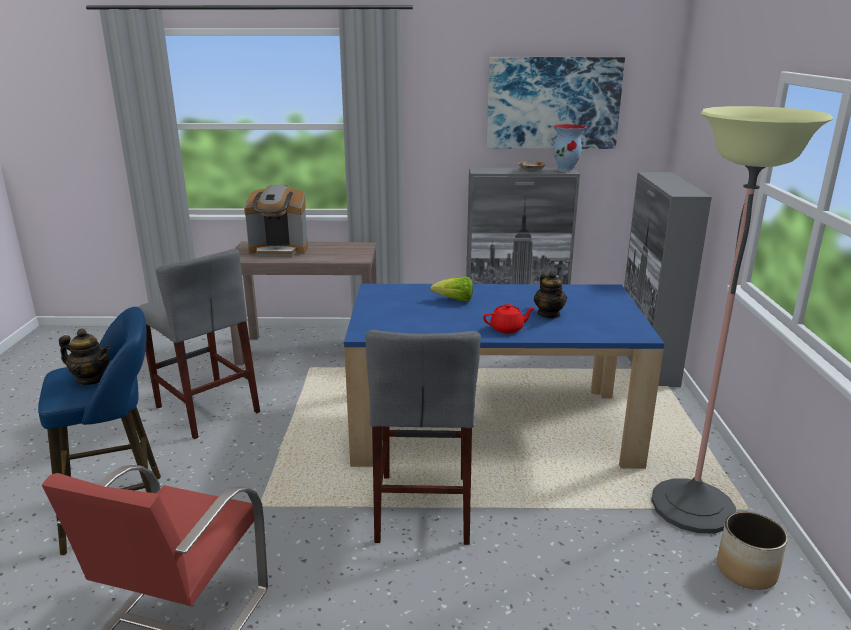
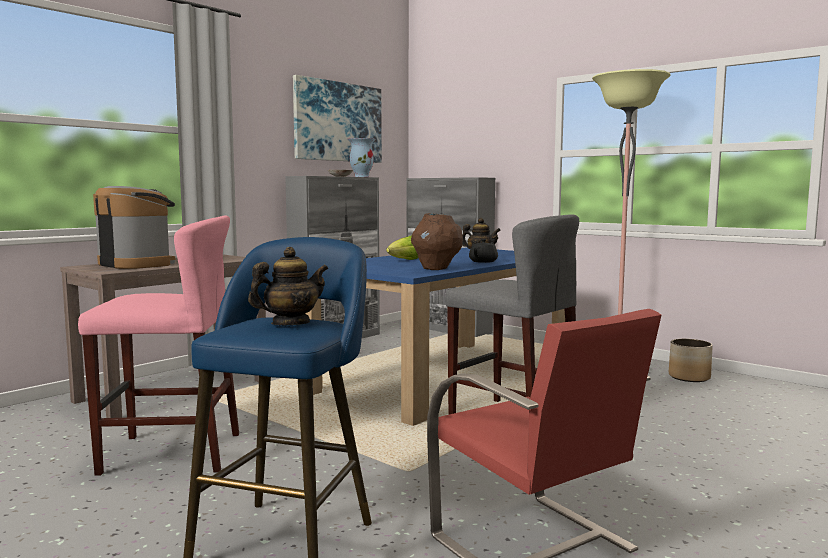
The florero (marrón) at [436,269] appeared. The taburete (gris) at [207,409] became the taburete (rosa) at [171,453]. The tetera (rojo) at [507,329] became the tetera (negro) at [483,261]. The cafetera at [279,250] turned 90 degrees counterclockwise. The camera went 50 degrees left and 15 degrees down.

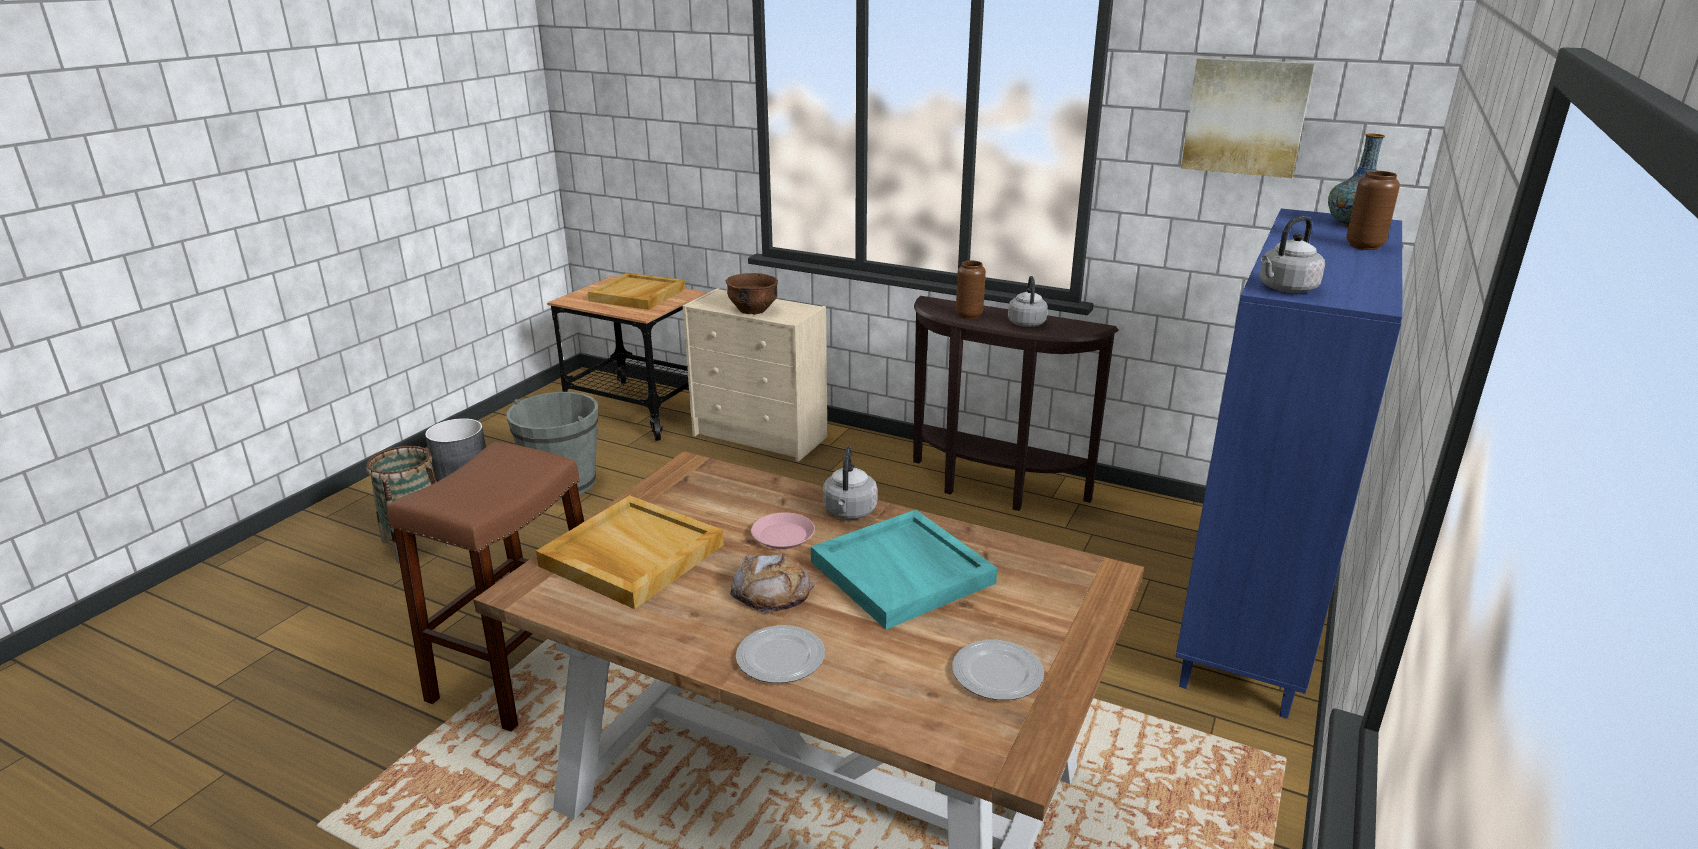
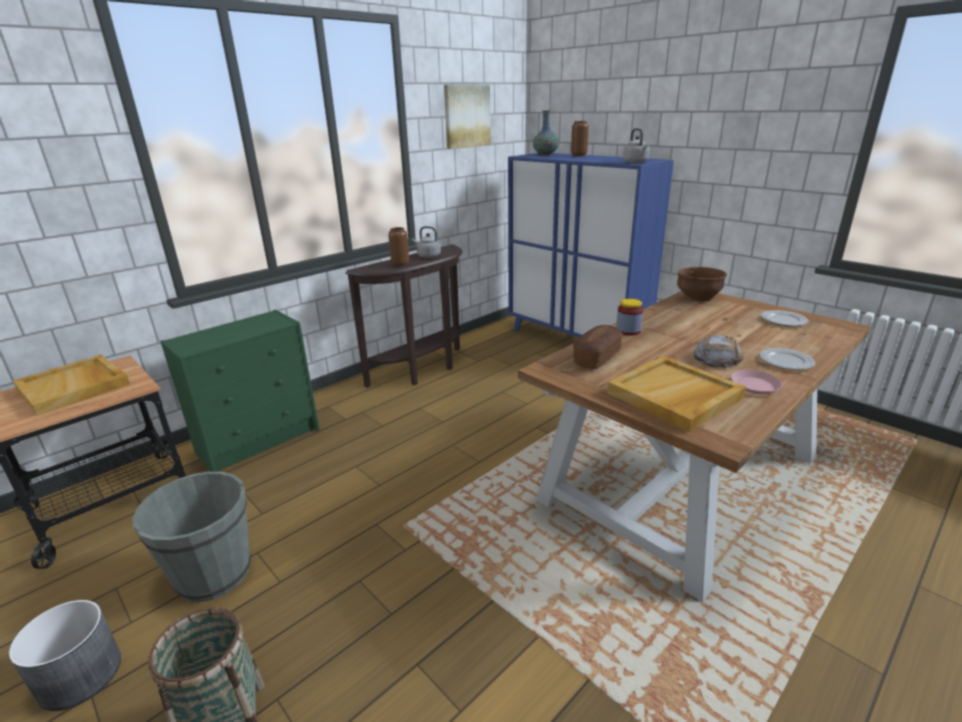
The taburete (marrón) at [519,670] disappeared. The bandeja (turquesa) at [903,572] disappeared. The pan at [597,357] appeared. The cuenco (marrón) moved from [752,310] to [698,298]. The plato (rosa) moved from [783,536] to [754,385]. The hervidor (gris) at [849,512] was replaced by the tarro at [628,331]. The cómoda (beis) at [761,437] became the cómoda (verde) at [260,440]. The camera went 70 degrees left and 0 degrees up.

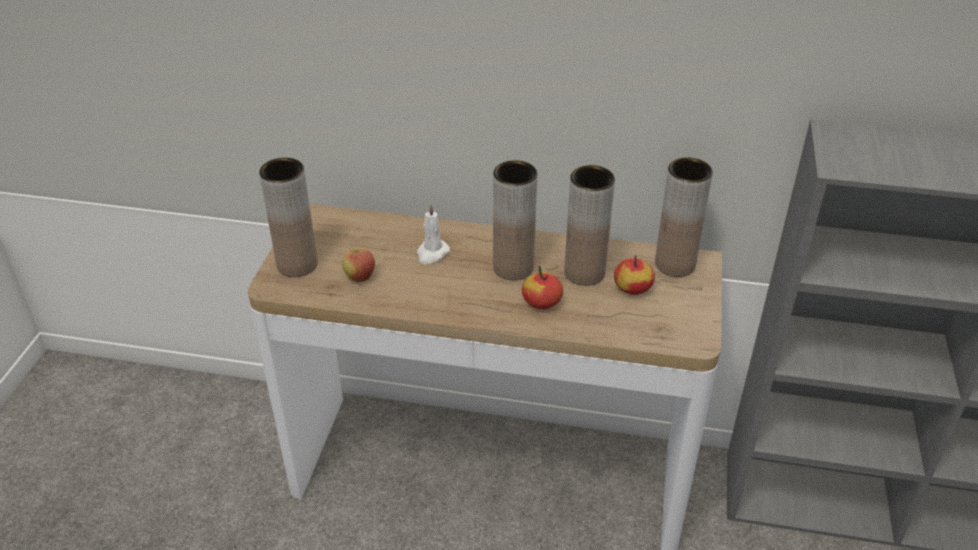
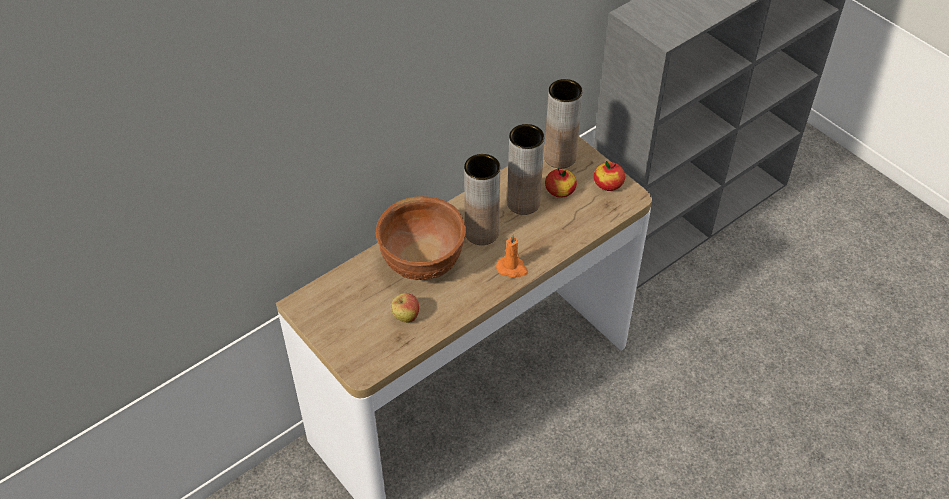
The florero (marrón) at [297,264] disappeared. The vela (naranja) at [512,268] appeared. The manzana moved from [541,302] to [608,184]. The vela (blanco) at [432,253] was replaced by the cuenco (marrón) at [422,264]. The camera went 50 degrees left and 10 degrees up.

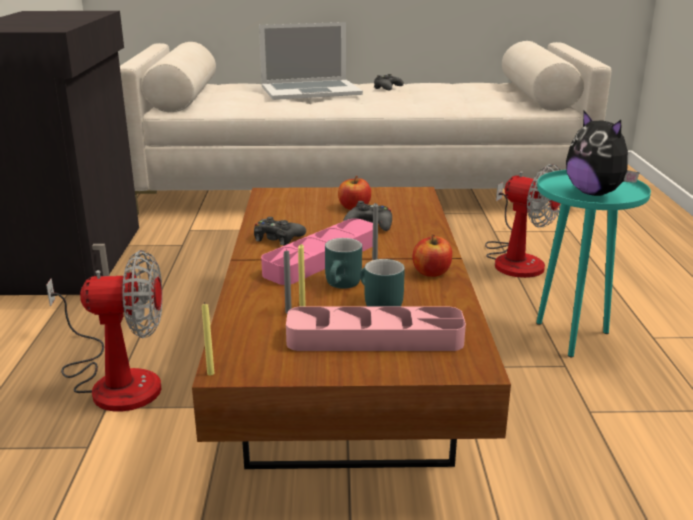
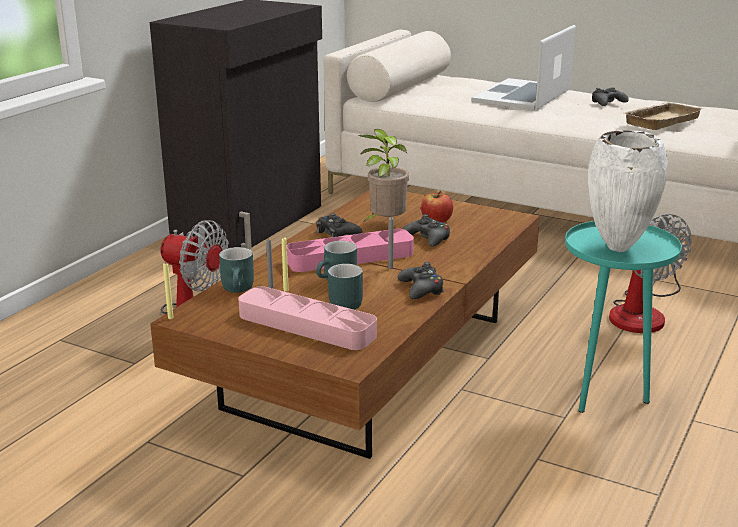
The taza grande (turquesa) at [240,289] appeared. The planta en maceta at [385,224] appeared. The bandeja (beis) at [660,120] appeared. The manzana at [431,272] was replaced by the mando de consola (negro) at [421,289]. The peluche at [595,193] was replaced by the florero (blanco) at [619,249]. The portátil at [310,90] turned 105 degrees clockwise. The camera went 30 degrees right and 0 degrees up.

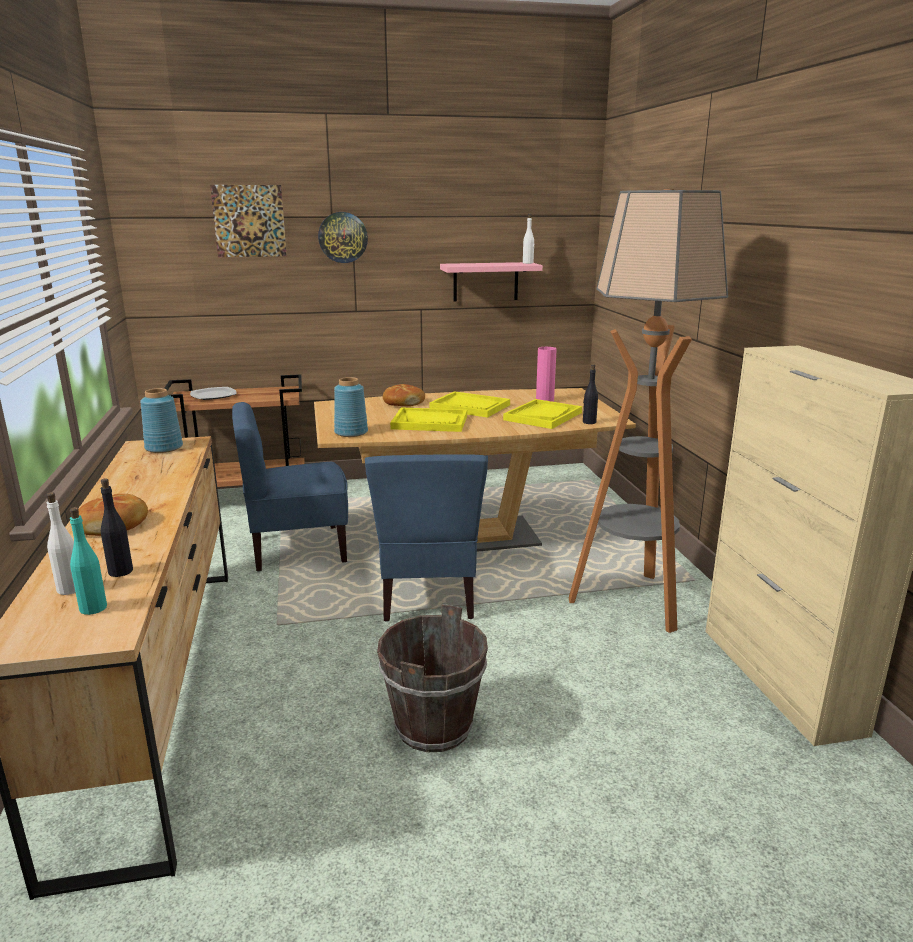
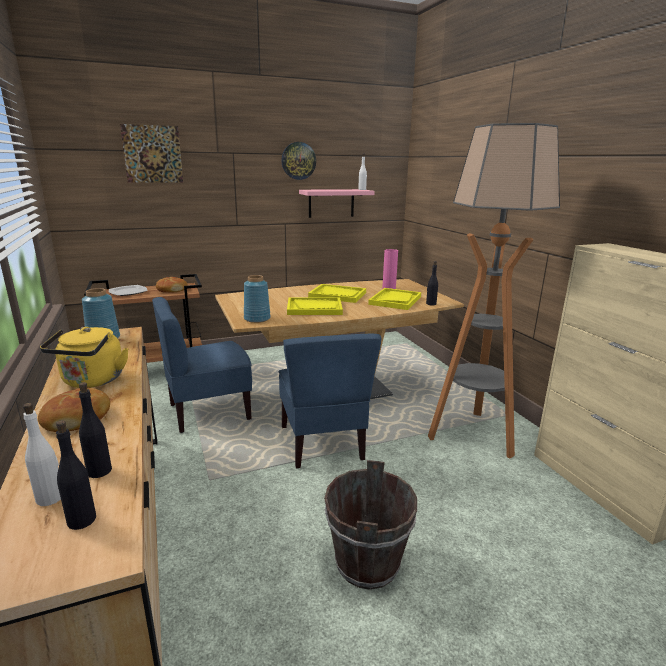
The hervidor (amarillo) at [92,381] appeared. The reloj de pared moved from [343,237] to [298,161]. The pan moved from [403,402] to [171,290]. The botella (turquesa) at [93,608] became the botella (negro) at [82,520]. The camera went 10 degrees left and 0 degrees up.

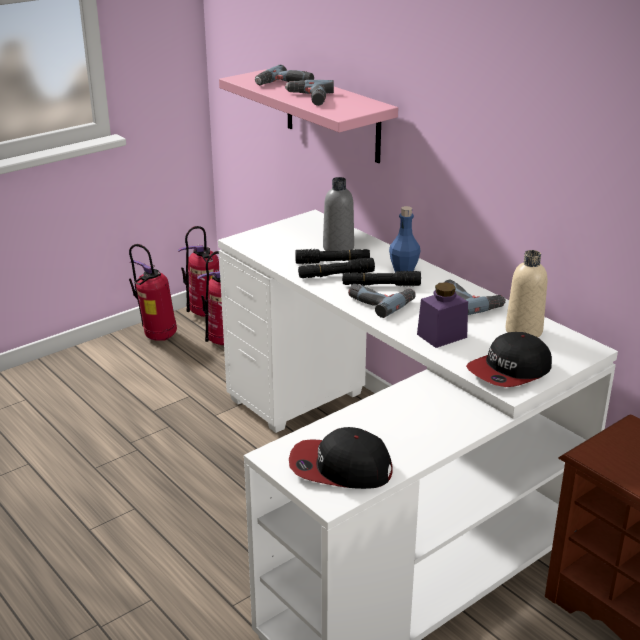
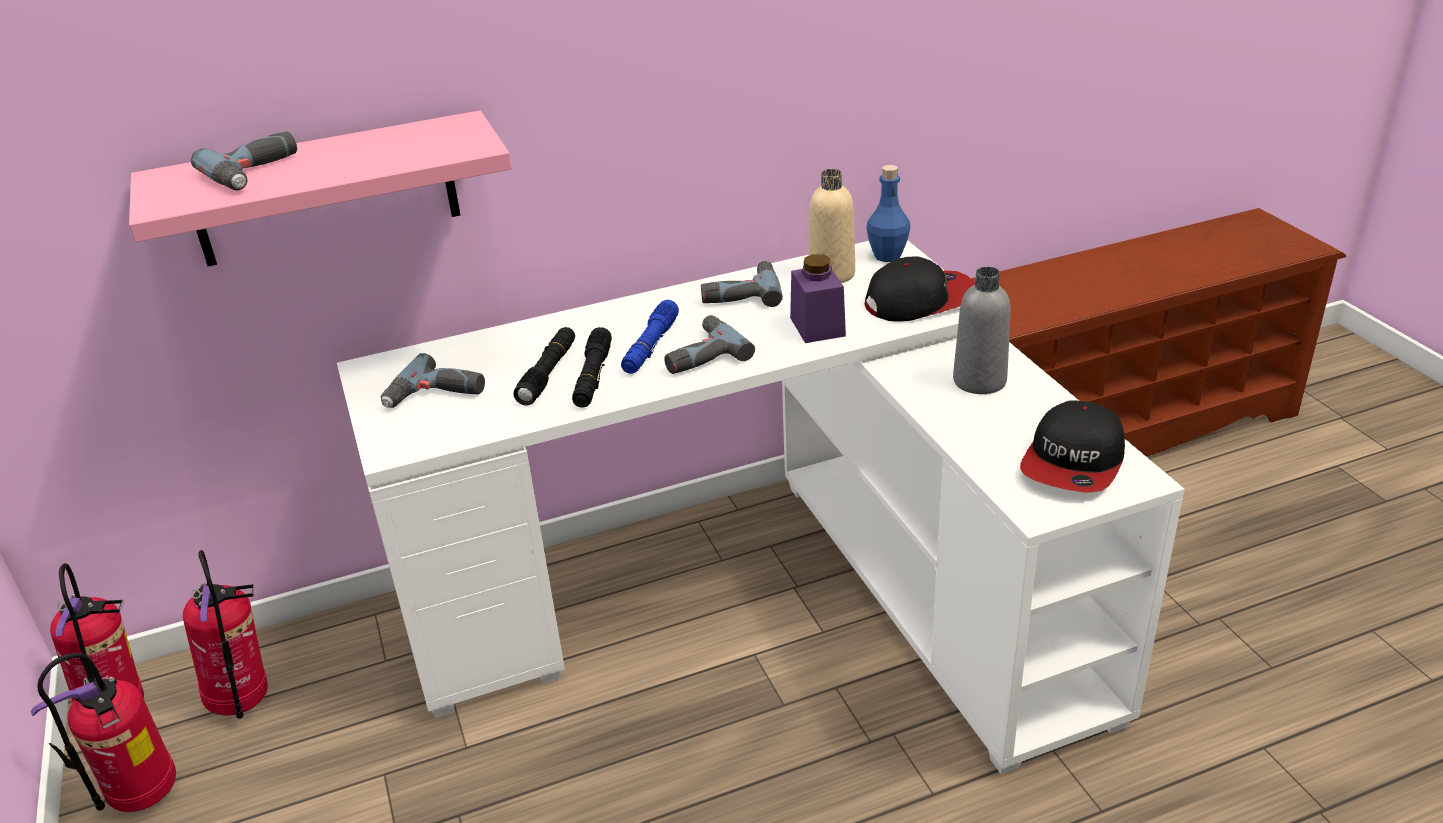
The taladro moved from [308,98] to [435,396]. The botella (gris) moved from [338,248] to [979,381]. The botella (azul) moved from [403,271] to [887,256]. The linterna (negro) at [381,285] became the linterna (azul) at [650,346]. The gorra at [509,371] turned 90 degrees counterclockwise. The camera went 70 degrees left and 5 degrees up.

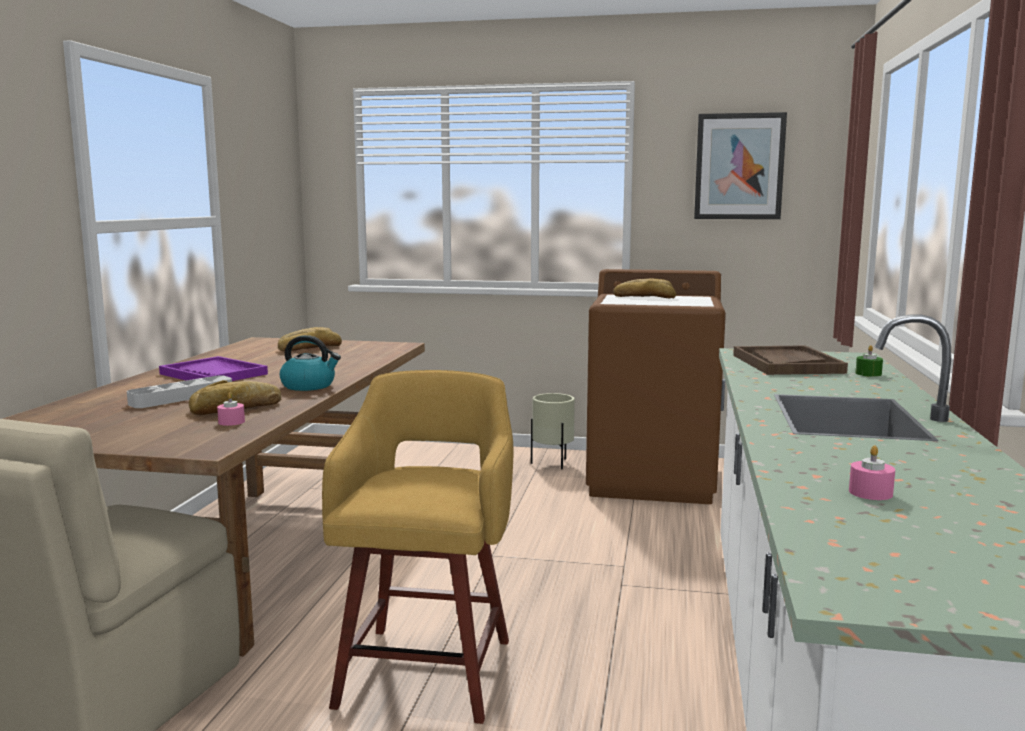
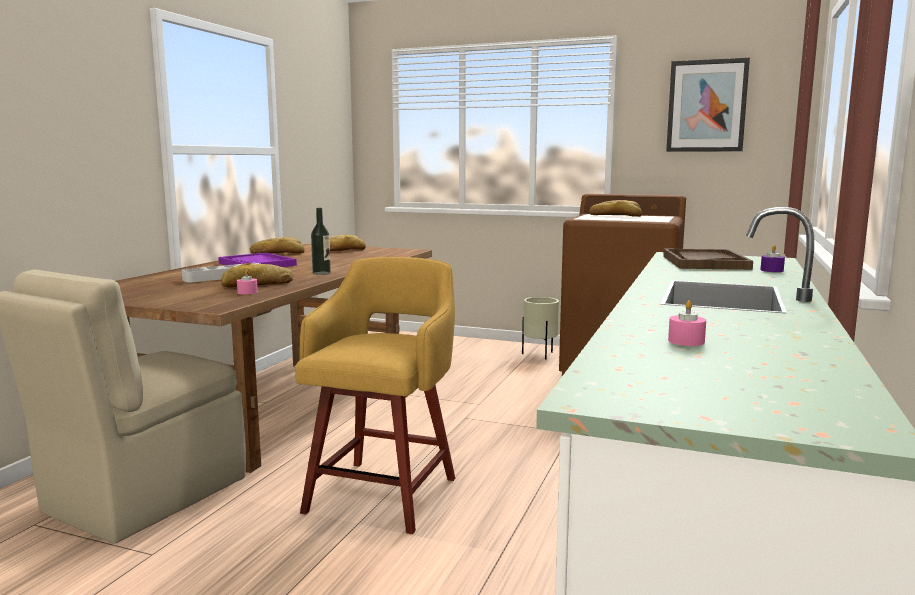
The pan at [278,253] appeared. The hervidor at [309,386] was replaced by the botella at [321,273]. The vela (verde) at [868,374] became the vela (morado) at [771,270]. The camera went 10 degrees right and 0 degrees up.

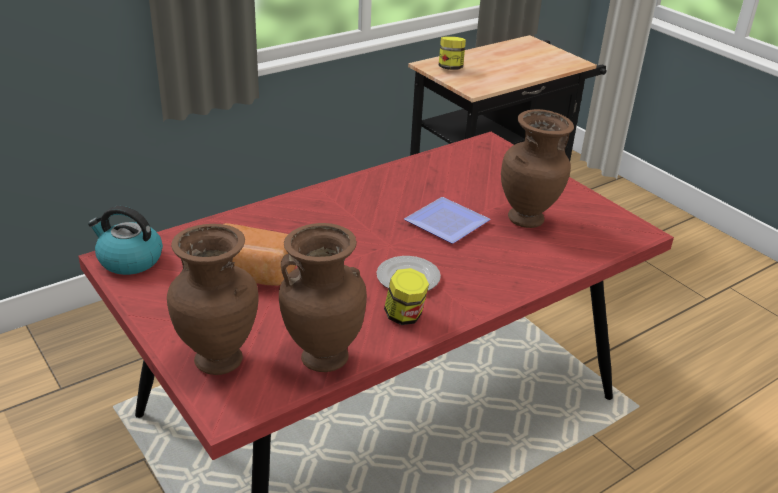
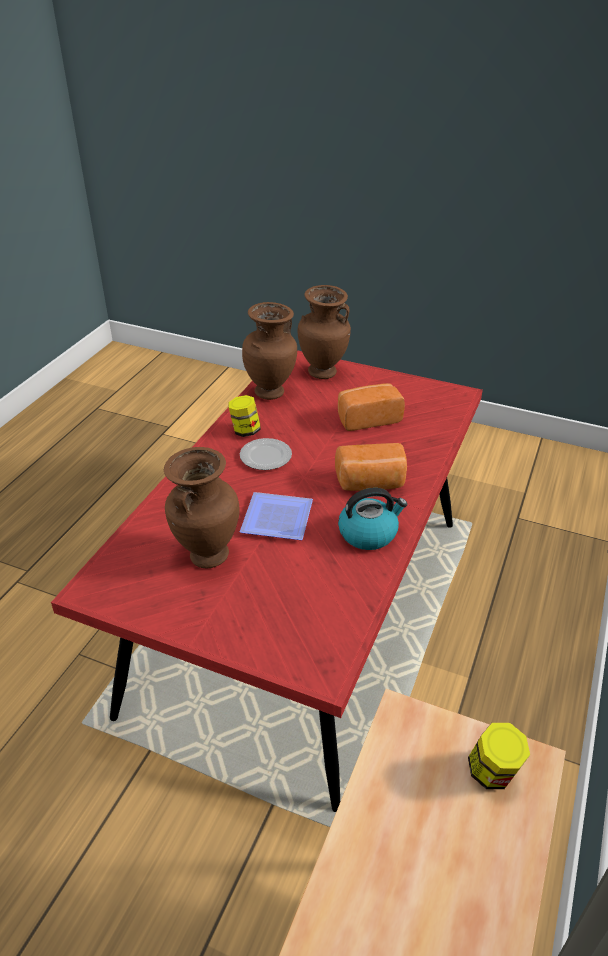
The pan at [370,483] appeared. The hervidor moved from [129,260] to [368,533]. The camera went 150 degrees right and 5 degrees up.

